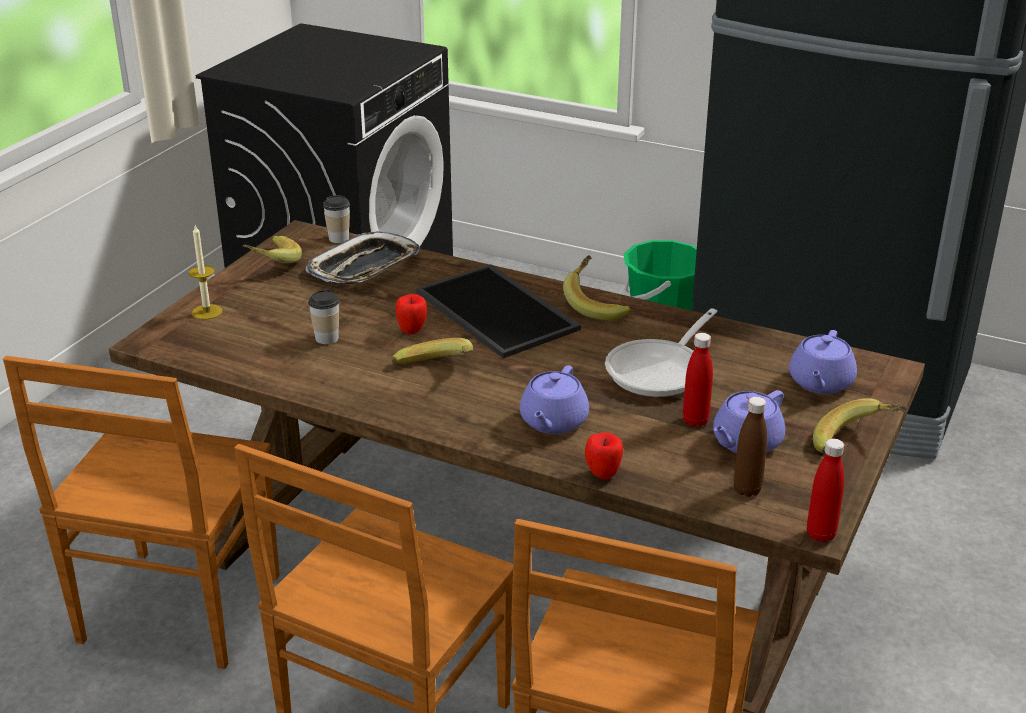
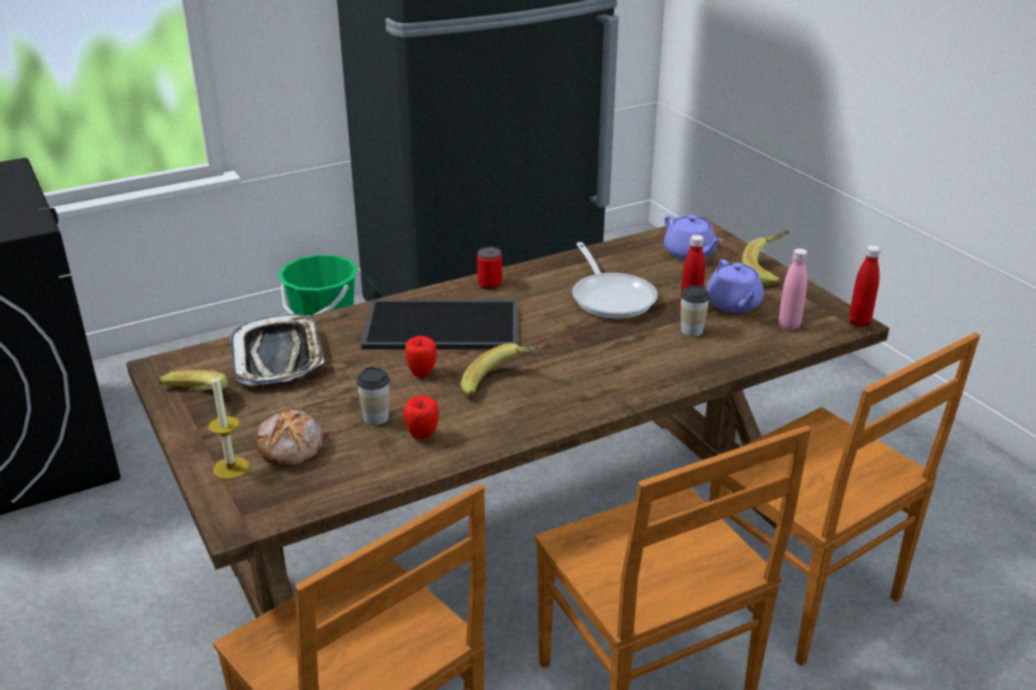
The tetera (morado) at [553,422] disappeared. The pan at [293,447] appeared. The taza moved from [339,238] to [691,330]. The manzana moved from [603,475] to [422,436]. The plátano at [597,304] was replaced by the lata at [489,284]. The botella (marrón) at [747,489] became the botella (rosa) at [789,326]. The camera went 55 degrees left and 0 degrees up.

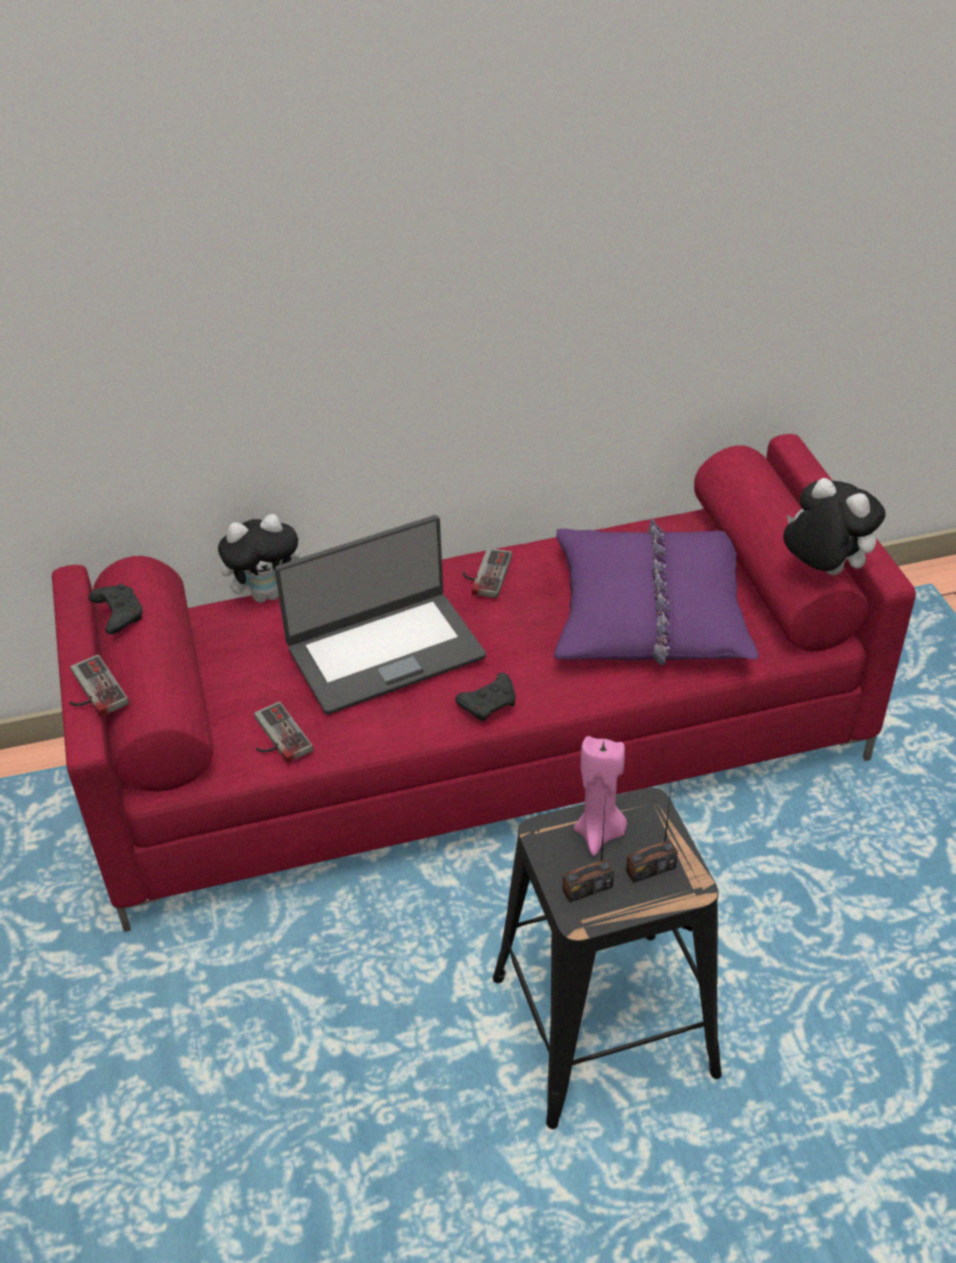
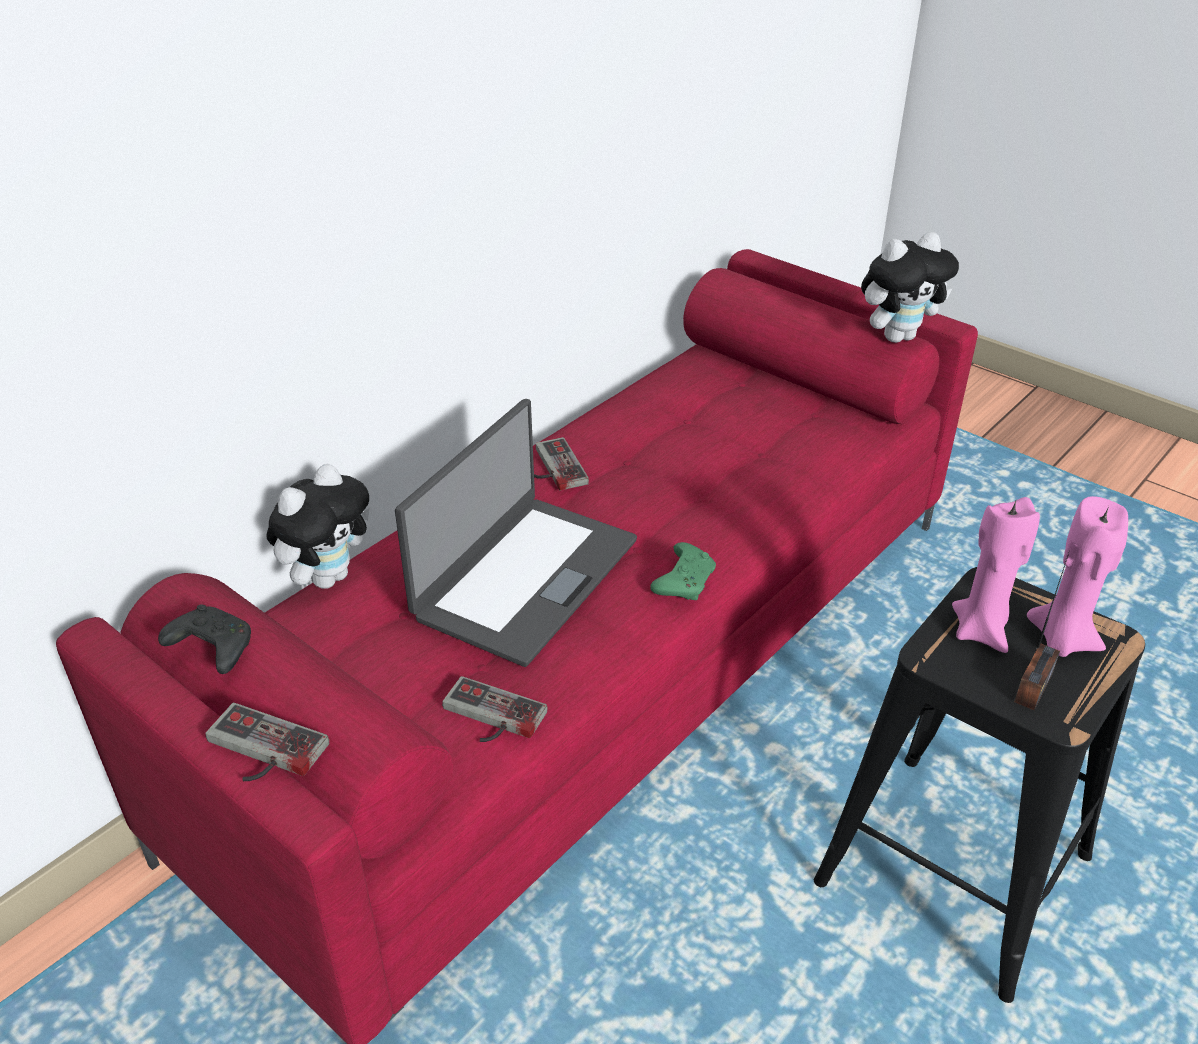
The cojín (morado) at [650,612] disappeared. The radio at [650,869] was replaced by the vela (rosa) at [1062,640]. The mando de consola (negro) at [490,704] became the mando de consola (verde) at [684,581]. The peluche at [822,571] turned 150 degrees clockwise. The camera went 35 degrees left and 5 degrees down.

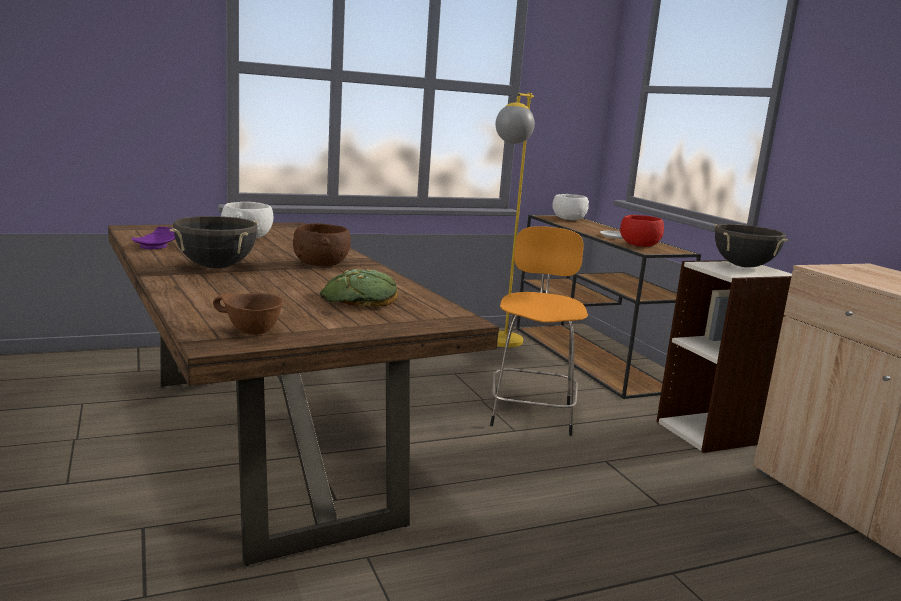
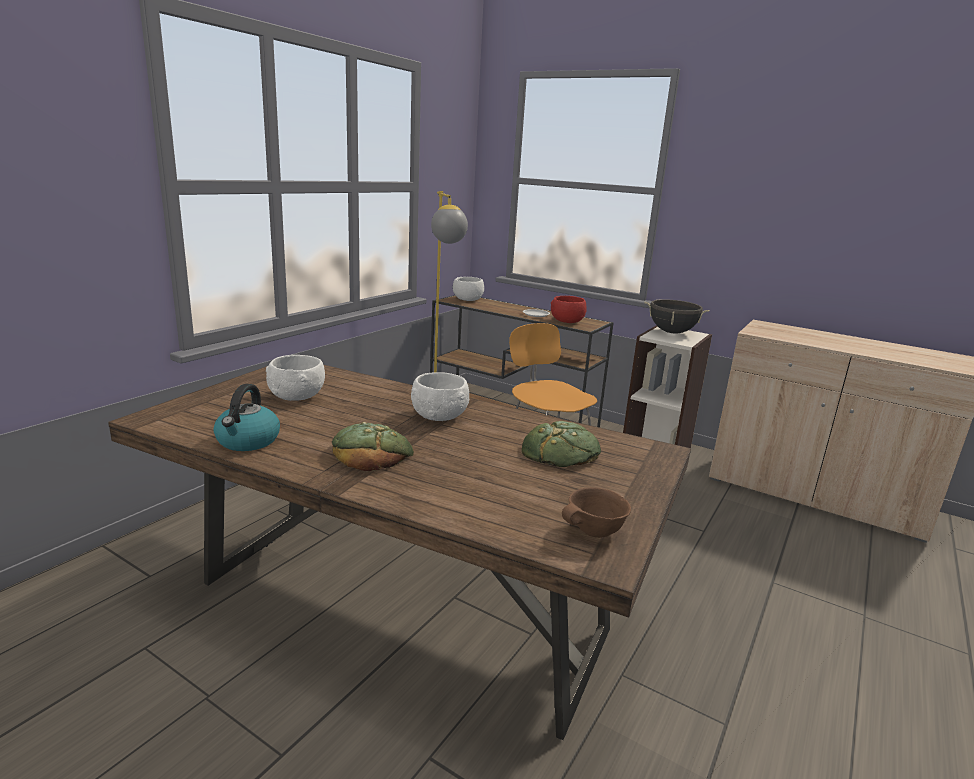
The plato (morado) at [157,246] was replaced by the hervidor at [248,441]. The olla (negro) at [216,267] was replaced by the pan at [371,453]. The cuenco (marrón) at [322,264] became the cuenco (blanco) at [440,416]. The camera went 35 degrees left and 5 degrees up.

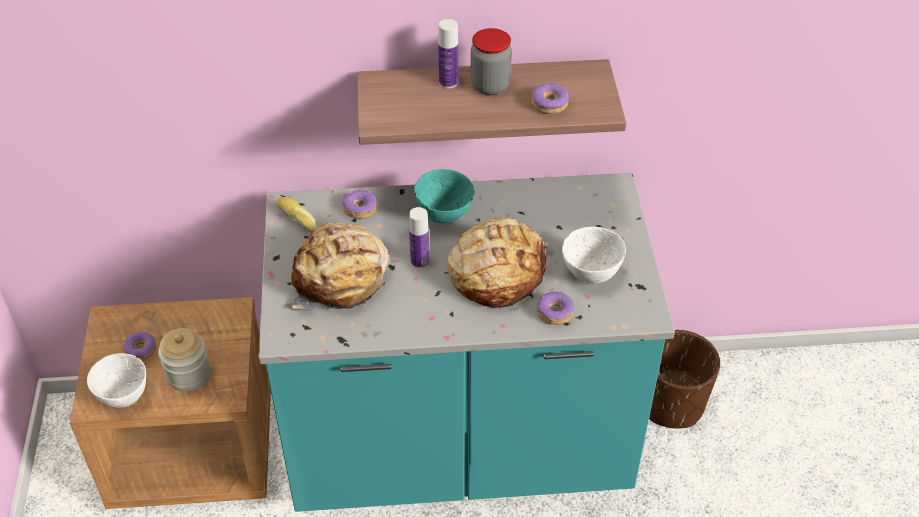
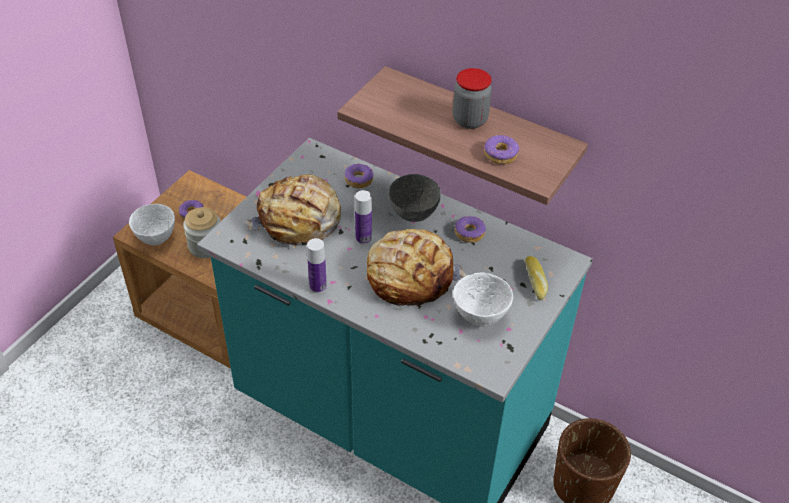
The pan moved from [298,218] to [536,281]. The botella moved from [448,82] to [318,286]. The rosquilla moved from [554,313] to [469,233]. The cuenco (turquesa) at [445,214] became the cuenco (gris) at [414,214]. The camera went 35 degrees right and 0 degrees up.

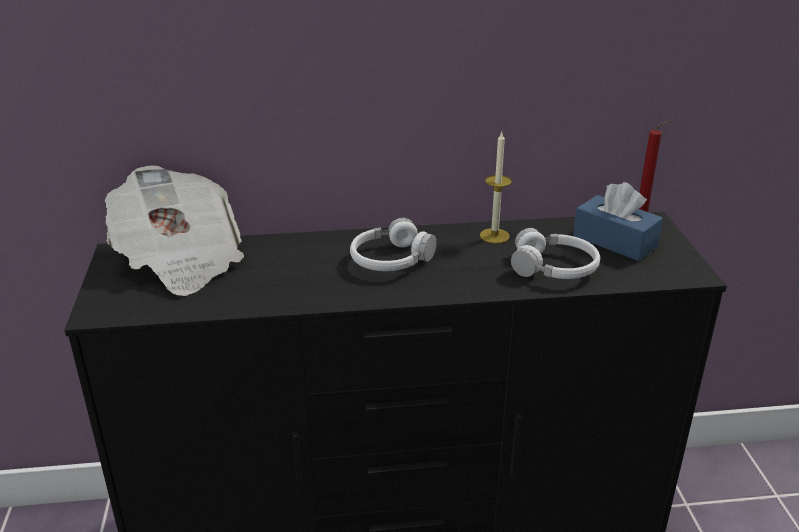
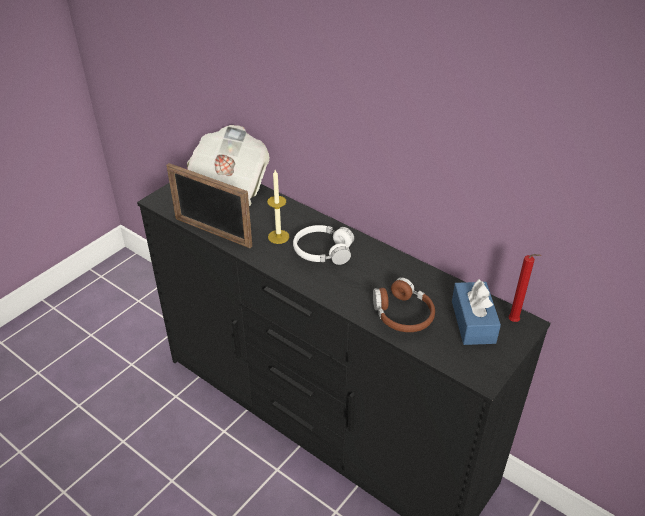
The portarretratos at [212,232] appeared. The vela moved from [494,236] to [278,236]. The auriculares (blanco) at [554,268] became the auriculares (marrón) at [402,314]. The camera went 45 degrees right and 10 degrees up.

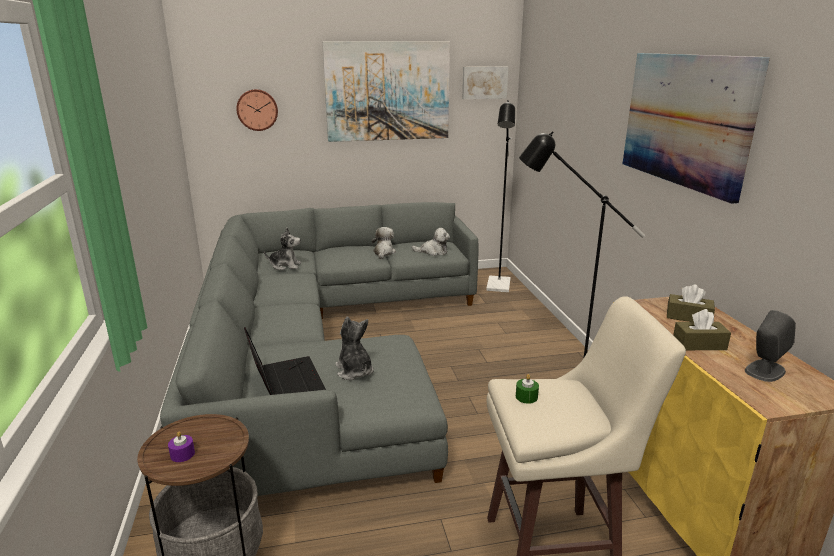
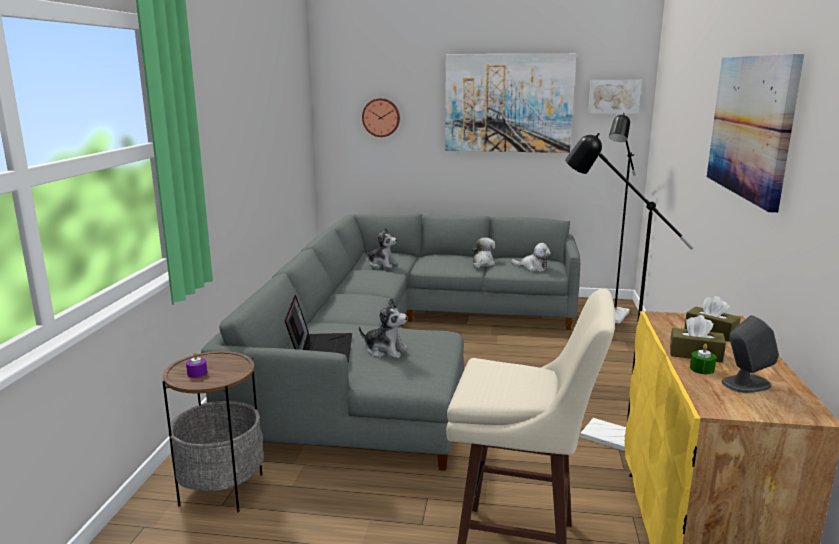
The vela (verde) moved from [526,397] to [702,369]. The peluche at [354,371] turned 120 degrees clockwise. The camera went 20 degrees right and 5 degrees down.

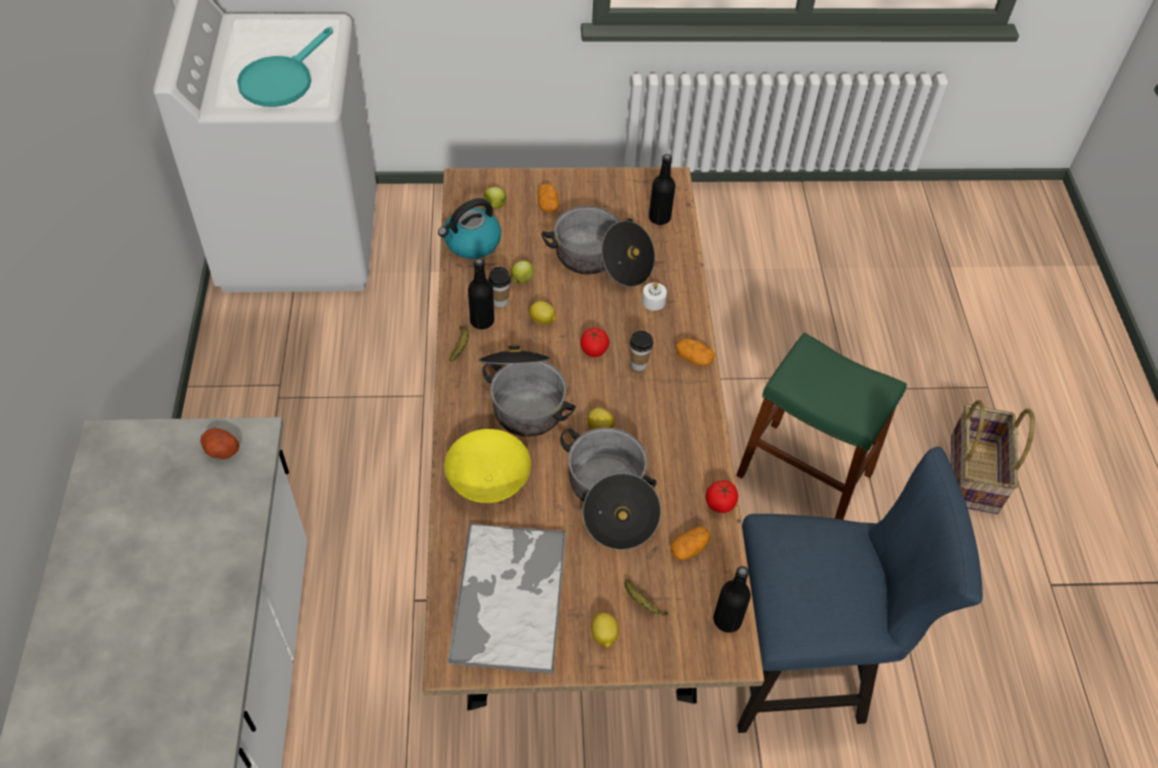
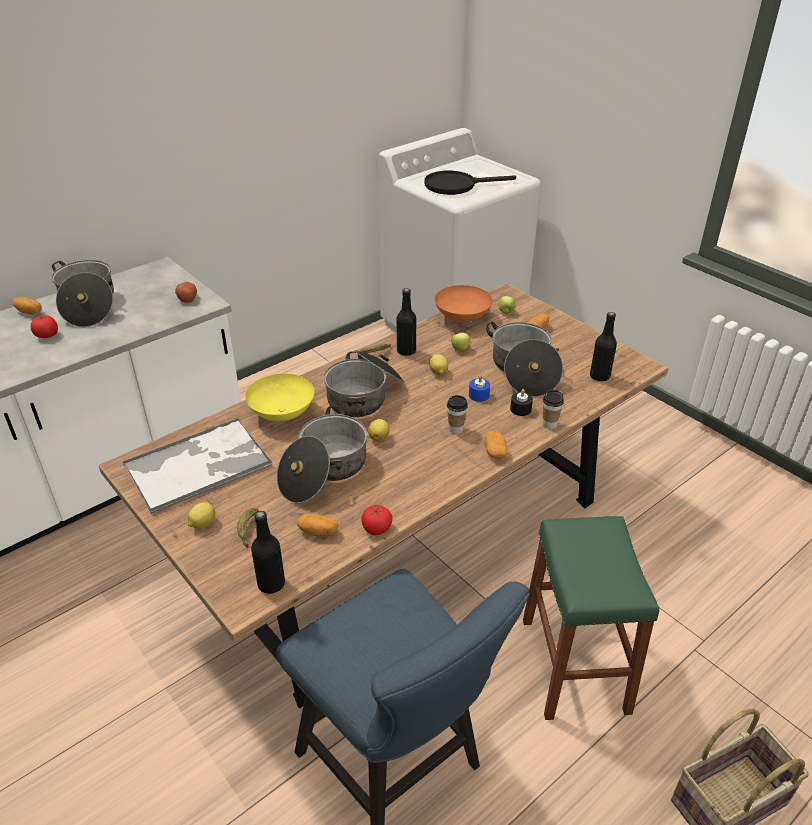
The patata at [29,312] appeared. The olla at [88,305] appeared. The vela (azul) at [479,395] appeared. The taza moved from [500,301] to [549,424]. The tomate moved from [593,350] to [47,335]. The hervidor at [471,243] was replaced by the cuenco (naranja) at [462,318]. The sartén (turquesa) at [282,79] became the sartén (negro) at [457,186]. The vela (blanco) at [653,301] became the vela (negro) at [520,409]. The camera went 55 degrees right and 15 degrees down.

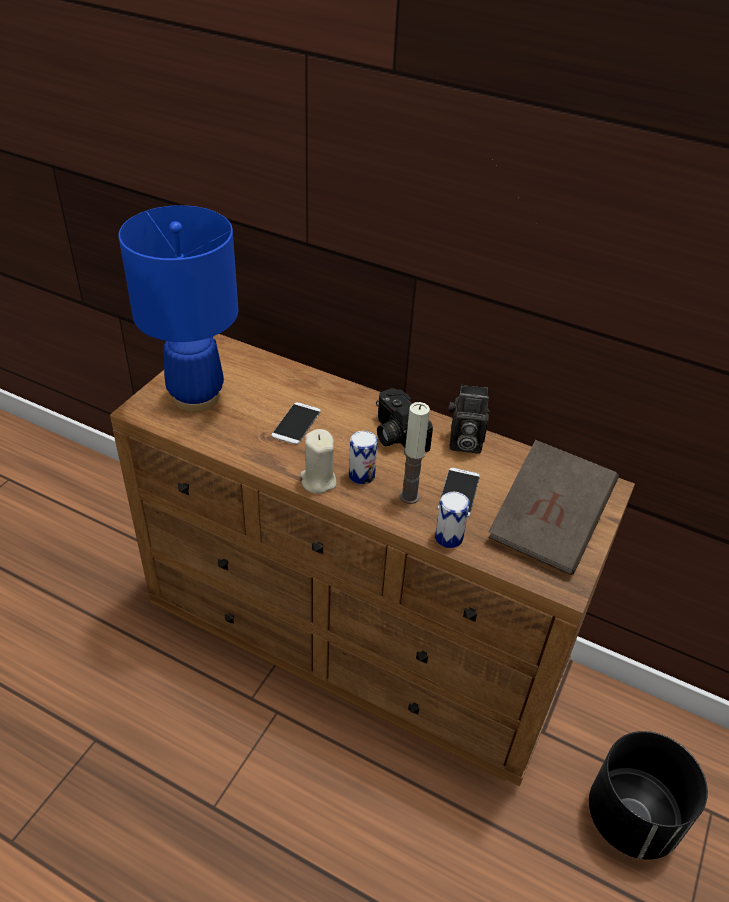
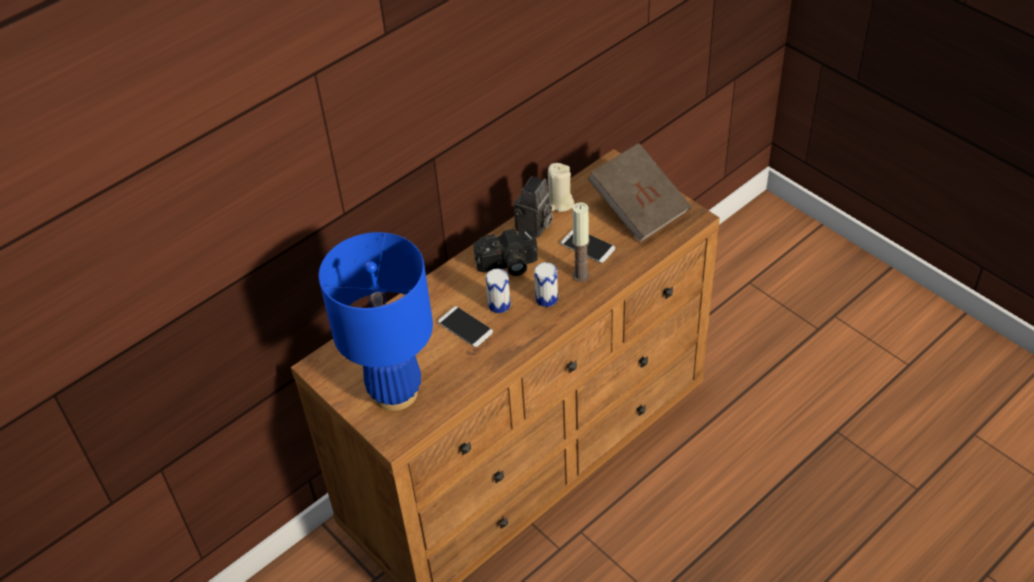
The maceta (negro) at [632,817] disappeared. The vela (beis) moved from [318,481] to [559,203]. The lata moved from [448,537] to [499,305]. The camera went 65 degrees left and 5 degrees up.

